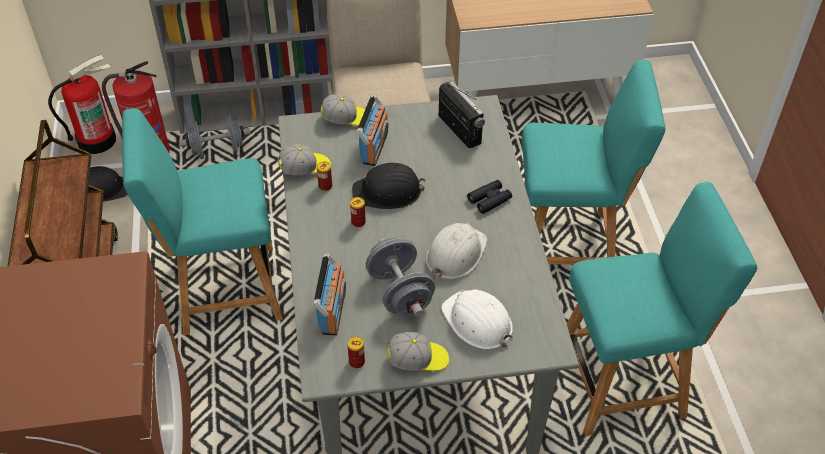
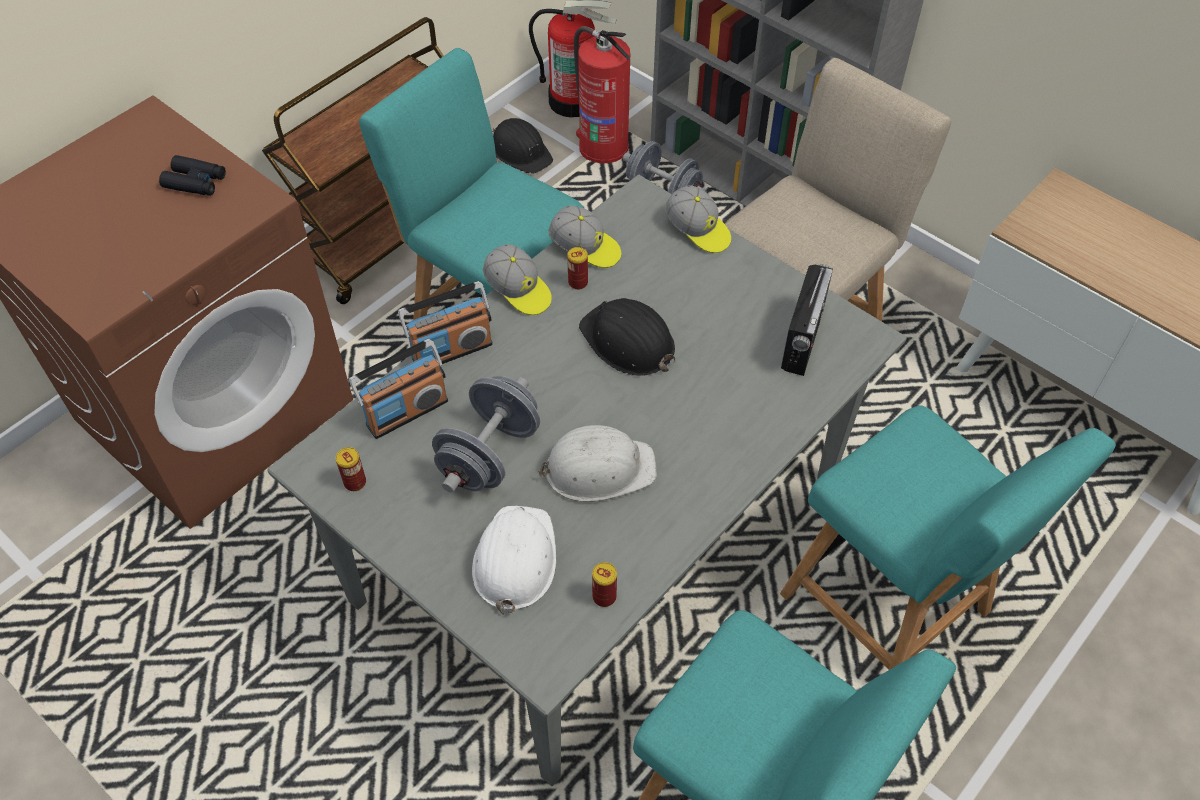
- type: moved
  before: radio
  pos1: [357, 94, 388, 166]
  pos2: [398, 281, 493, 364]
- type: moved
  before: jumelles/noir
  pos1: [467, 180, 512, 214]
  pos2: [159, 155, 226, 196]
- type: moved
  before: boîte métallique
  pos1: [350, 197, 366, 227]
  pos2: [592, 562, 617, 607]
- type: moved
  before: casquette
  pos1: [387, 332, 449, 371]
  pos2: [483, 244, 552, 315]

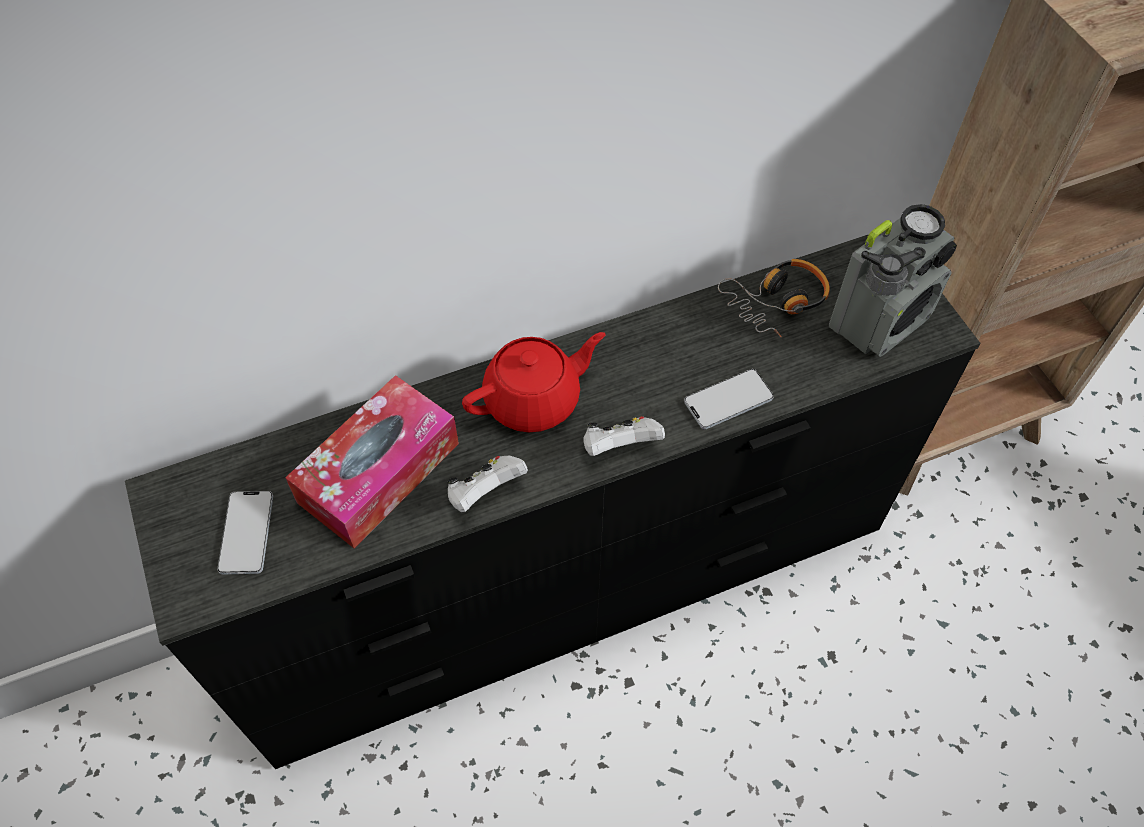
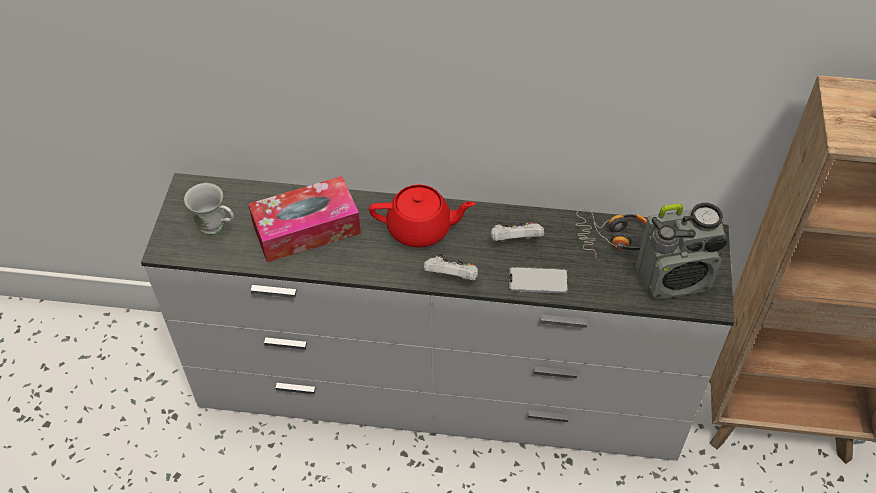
- type: recoloured
  before: commode/noir
  after: commode/blanc
  pos1: [125, 234, 981, 769]
  pos2: [141, 173, 734, 461]
- type: moved
  before: manette/blanc
  pos1: [447, 455, 528, 513]
  pos2: [491, 222, 544, 242]
- type: replaced
  before: téléphone
  after: mug/blanc
  pos1: [217, 491, 273, 574]
  pos2: [184, 183, 234, 235]

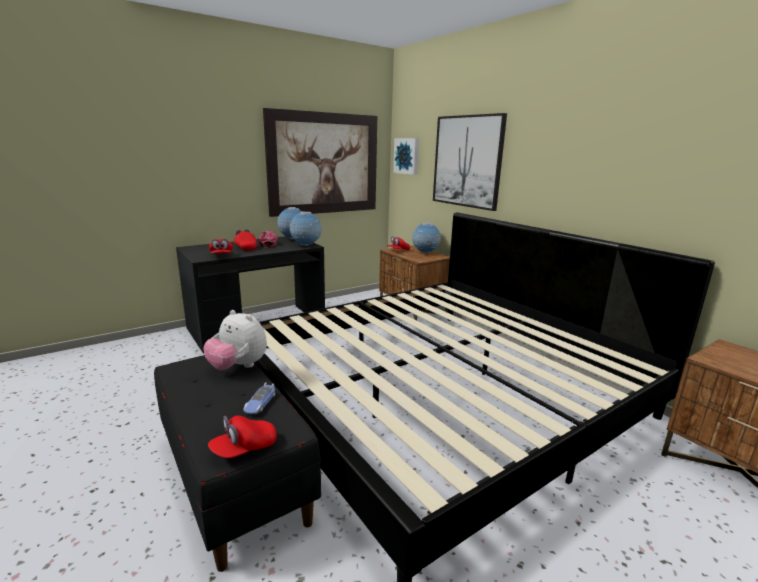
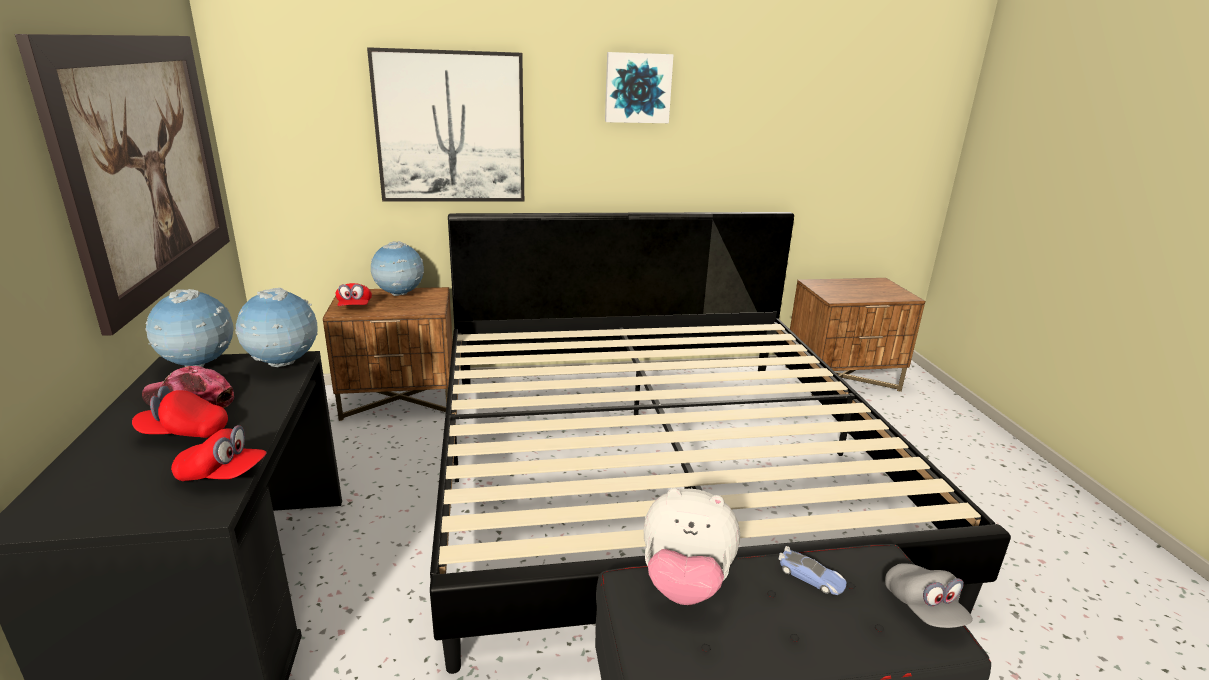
- type: moved
  before: tableau
  pos1: [393, 138, 419, 175]
  pos2: [605, 52, 674, 123]
- type: turned
  before: peluche
  pos1: [203, 310, 267, 371]
  pos2: [644, 488, 740, 605]
  turn: 45
- type: recoloured
  before: casquette/rouge
  after: casquette/gris
  pos1: [208, 415, 277, 458]
  pos2: [885, 563, 973, 628]

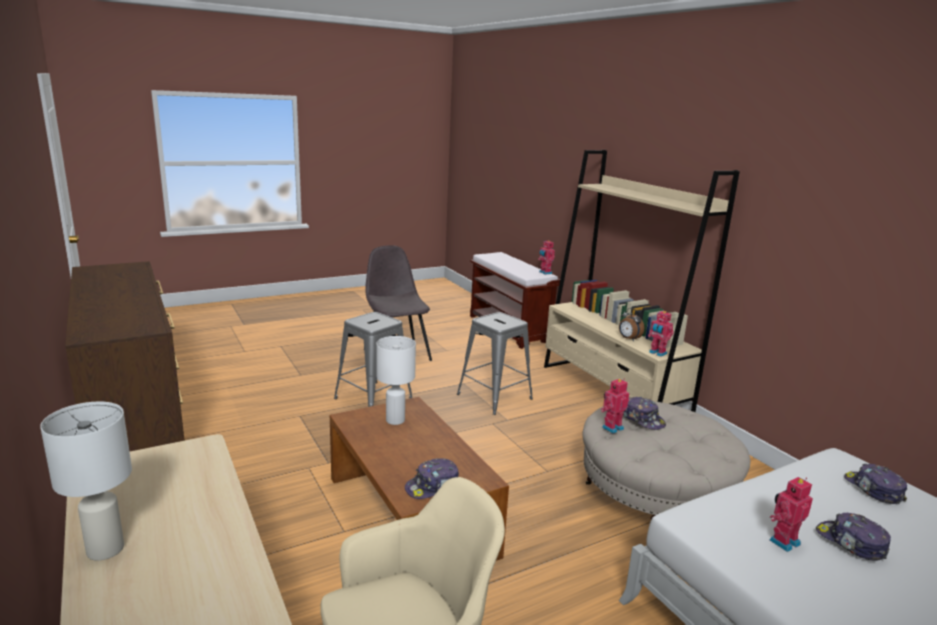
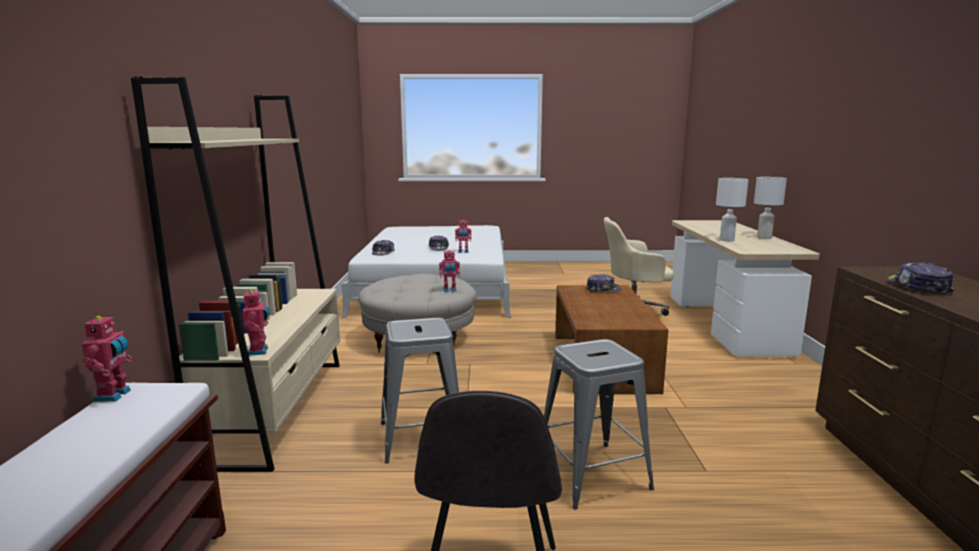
- type: removed
  before: réveil
  pos1: [619, 308, 644, 341]
- type: moved
  before: robot jouet
  pos1: [648, 310, 674, 357]
  pos2: [242, 289, 270, 356]
- type: moved
  before: lampe de table/blanc
  pos1: [377, 336, 416, 425]
  pos2: [716, 178, 749, 241]
- type: moved
  before: casquette
  pos1: [623, 397, 666, 430]
  pos2: [886, 262, 954, 294]

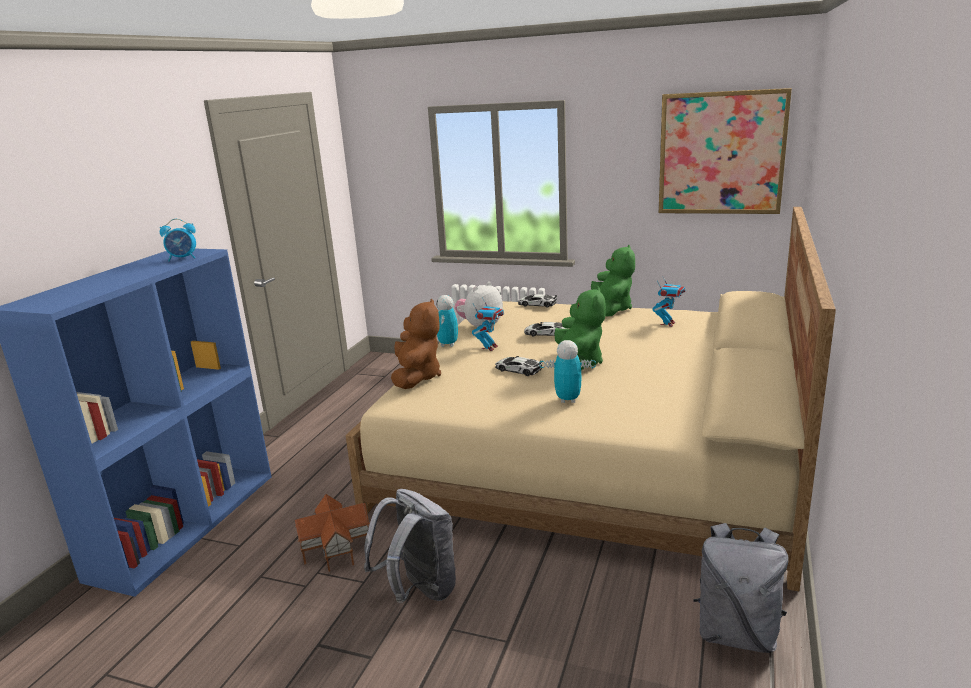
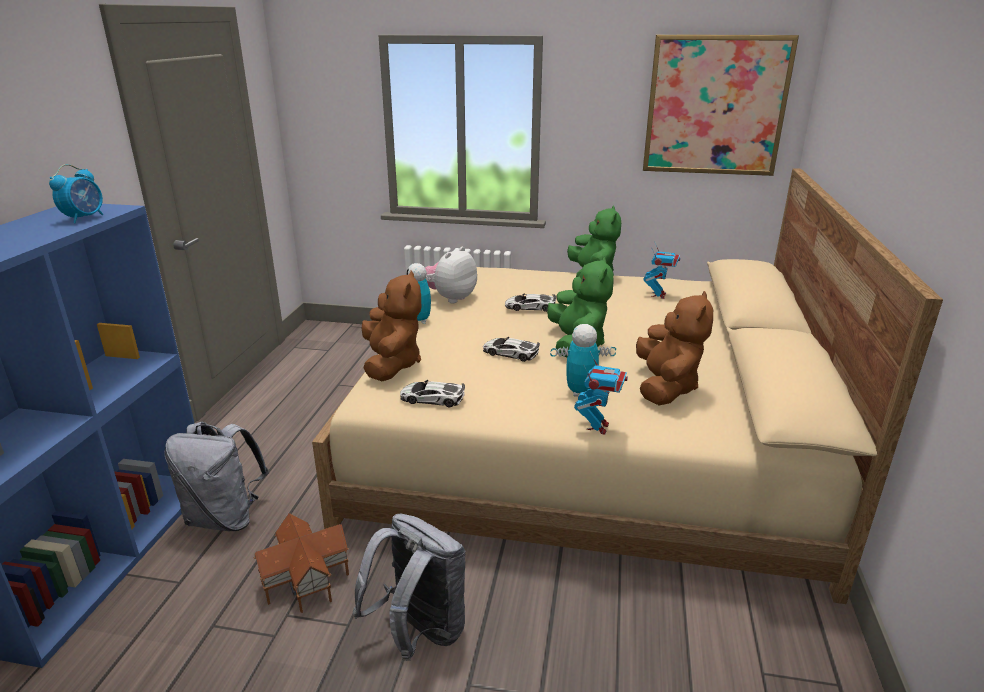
- type: turned
  before: réveil
  pos1: [160, 219, 196, 261]
  pos2: [49, 164, 103, 223]
  turn: -45
- type: moved
  before: petite voiture
  pos1: [518, 294, 557, 308]
  pos2: [400, 380, 465, 407]
- type: moved
  before: robot jouet
  pos1: [472, 297, 504, 351]
  pos2: [574, 351, 628, 434]
- type: moved
  before: sac à dos/gris
  pos1: [693, 523, 789, 653]
  pos2: [165, 422, 269, 531]
- type: added
  after: peluche/marron
  pos2: [636, 291, 713, 405]

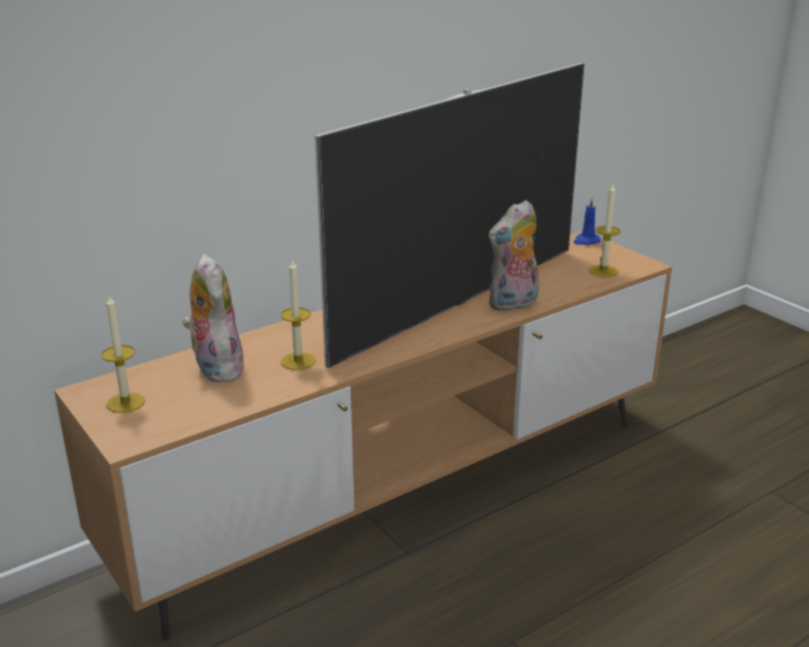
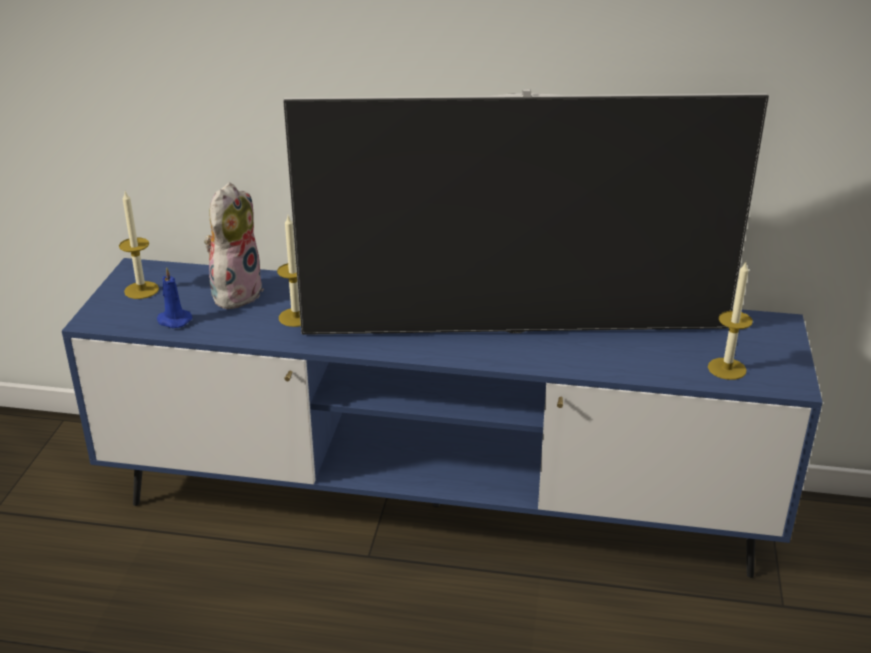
- type: moved
  before: bougie/bleu
  pos1: [574, 198, 601, 245]
  pos2: [157, 267, 192, 328]
- type: removed
  before: peluche
  pos1: [489, 200, 539, 312]
- type: recoloured
  before: meuble télé/marron
  after: meuble télé/bleu
  pos1: [54, 231, 672, 640]
  pos2: [62, 258, 823, 578]

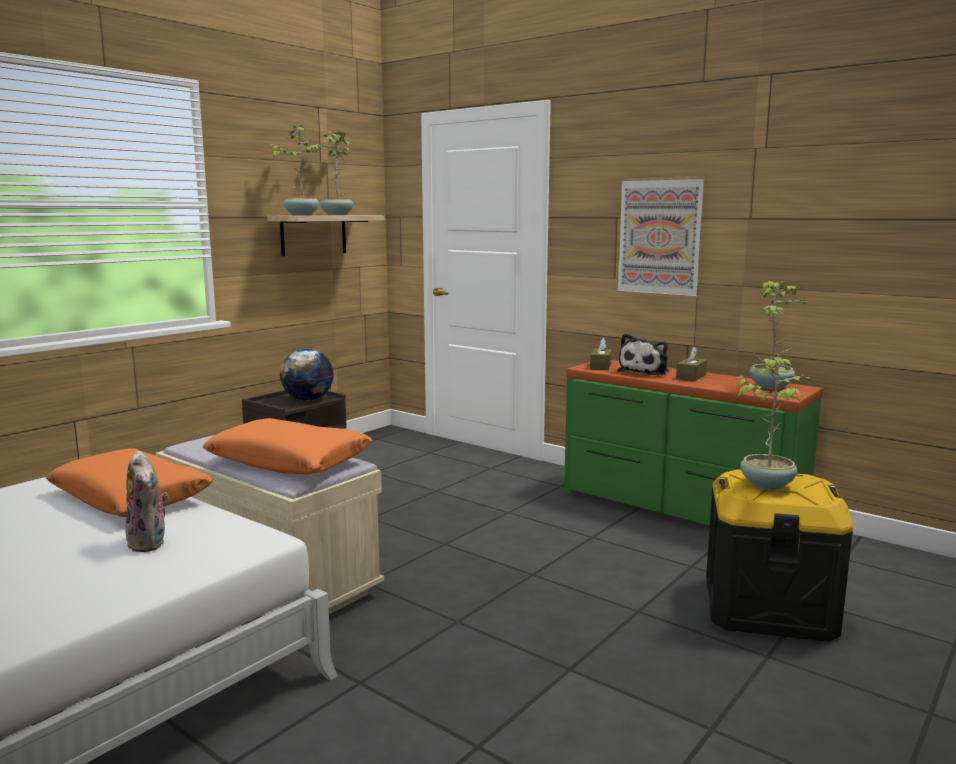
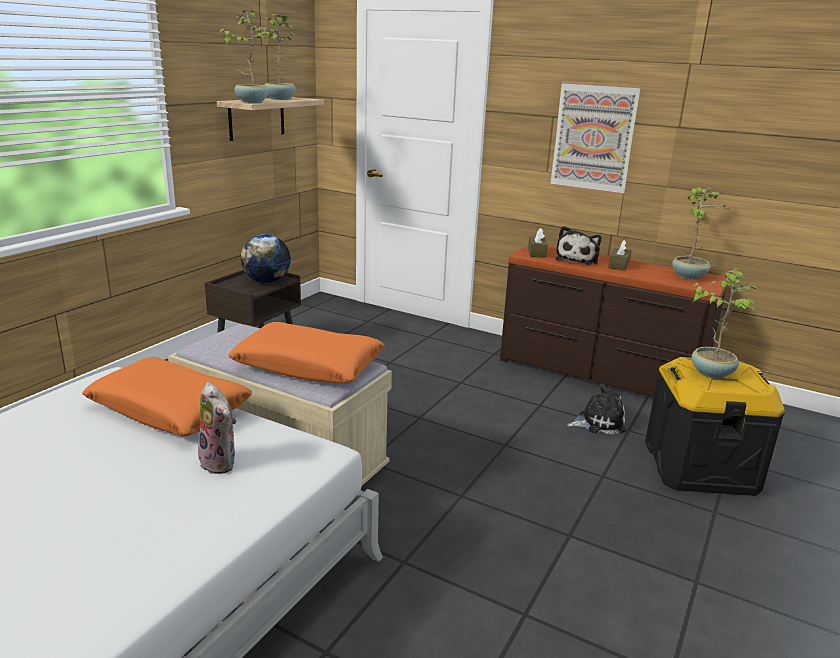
- type: recoloured
  before: commode/vert
  after: commode/marron
  pos1: [564, 360, 823, 526]
  pos2: [500, 245, 727, 397]
- type: added
  after: peluche
  pos2: [567, 385, 626, 435]

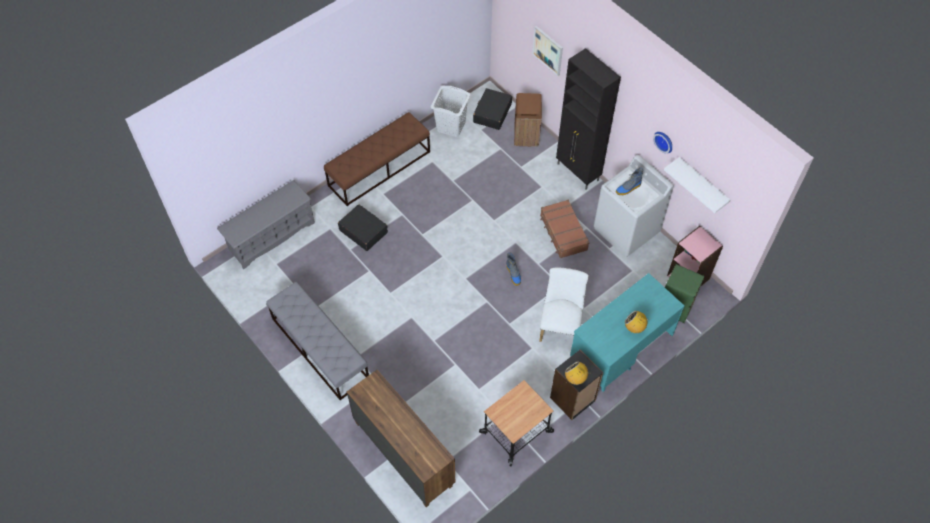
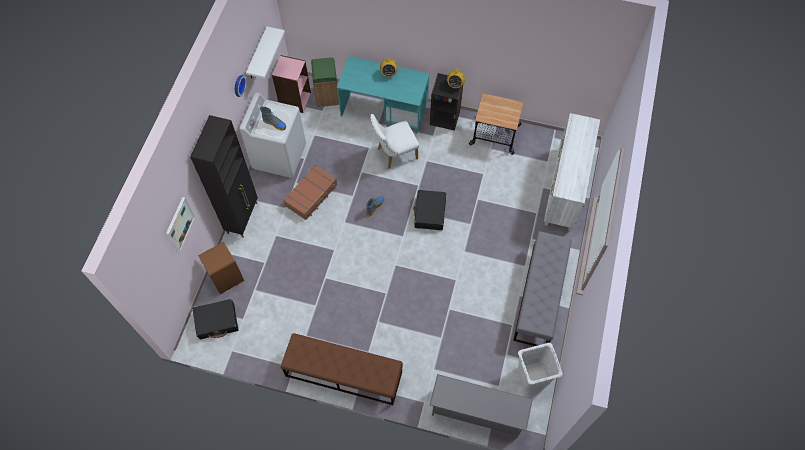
- type: moved
  before: panier à linge/blanc
  pos1: [430, 85, 471, 137]
  pos2: [518, 343, 563, 391]
- type: moved
  before: valise/noir
  pos1: [338, 204, 388, 251]
  pos2: [414, 190, 446, 230]
- type: recoloured
  before: commode/marron
  after: commode/blanc
  pos1: [347, 370, 455, 507]
  pos2: [544, 113, 600, 231]

